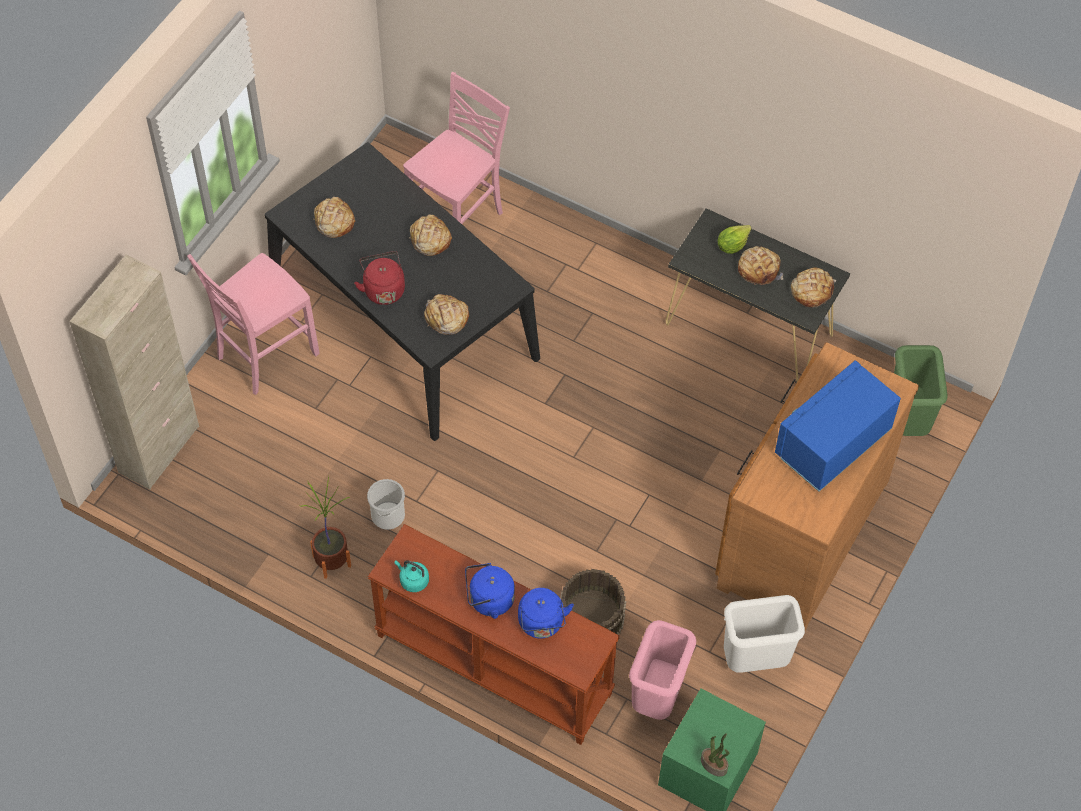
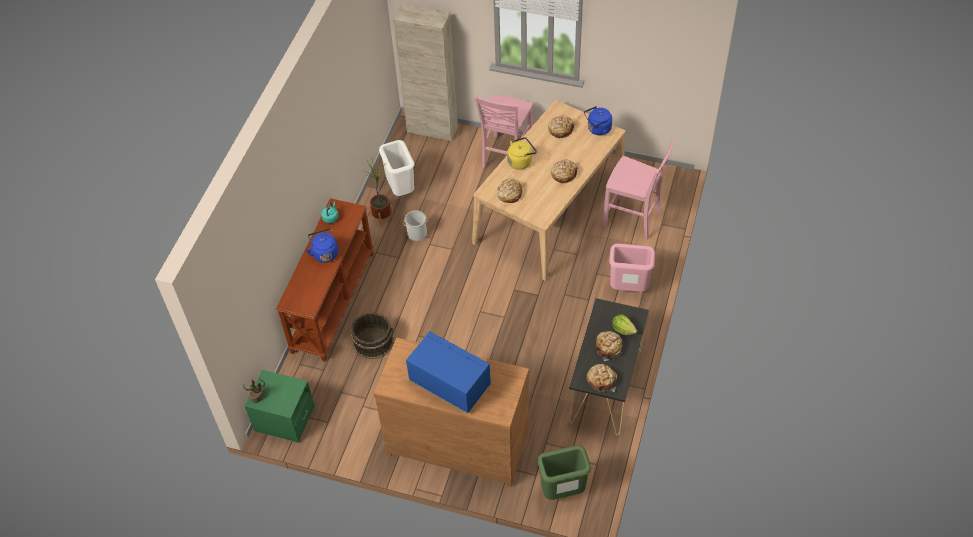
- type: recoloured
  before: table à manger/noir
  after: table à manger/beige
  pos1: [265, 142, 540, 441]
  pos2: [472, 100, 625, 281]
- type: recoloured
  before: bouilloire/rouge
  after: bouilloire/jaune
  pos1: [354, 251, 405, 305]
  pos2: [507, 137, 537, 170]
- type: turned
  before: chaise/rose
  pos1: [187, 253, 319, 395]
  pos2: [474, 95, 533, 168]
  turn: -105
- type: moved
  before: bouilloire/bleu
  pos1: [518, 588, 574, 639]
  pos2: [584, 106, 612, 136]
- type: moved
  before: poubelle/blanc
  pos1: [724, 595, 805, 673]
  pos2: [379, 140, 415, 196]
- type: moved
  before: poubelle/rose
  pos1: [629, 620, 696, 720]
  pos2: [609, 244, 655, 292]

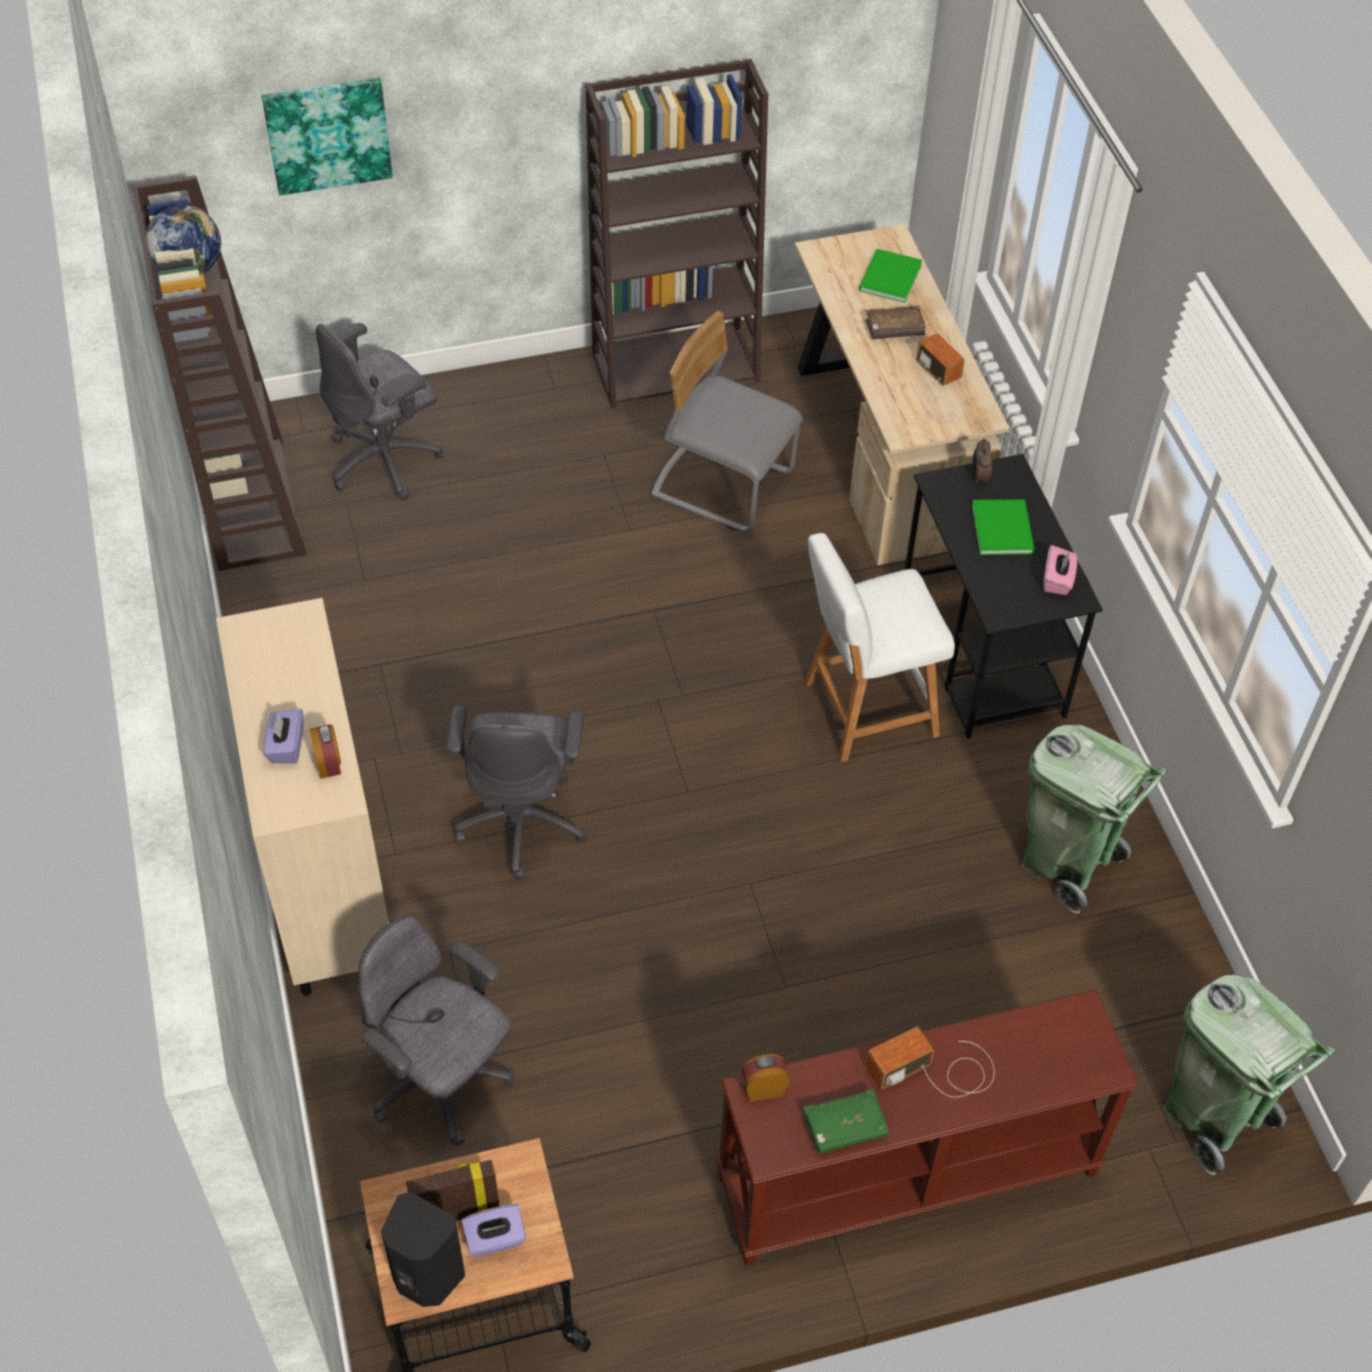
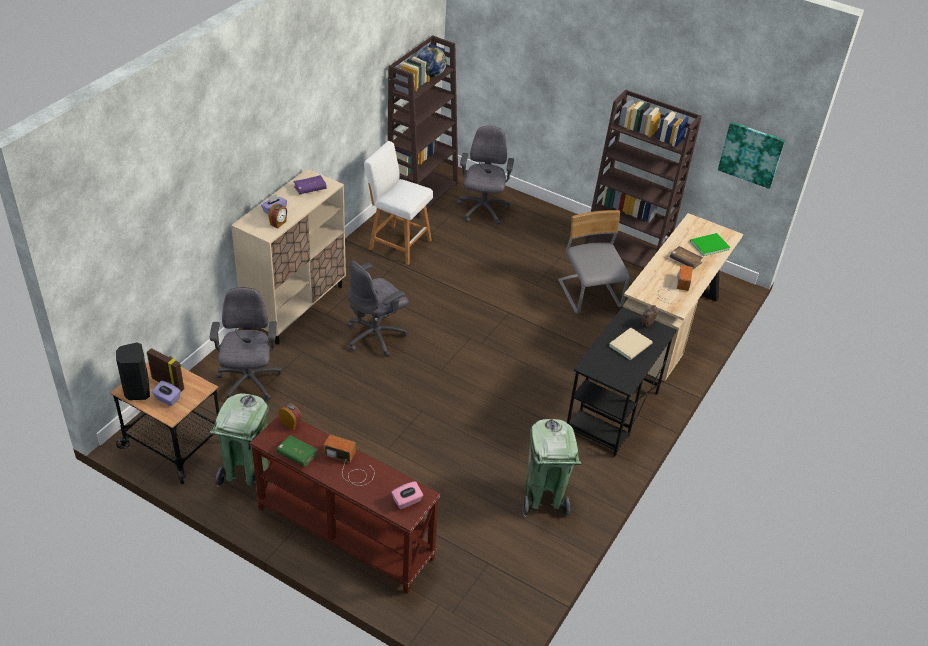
- type: moved
  before: tableau
  pos1: [262, 78, 393, 195]
  pos2: [718, 122, 785, 189]
- type: turned
  before: chaise de bureau/gris
  pos1: [316, 323, 443, 500]
  pos2: [457, 126, 514, 225]
  turn: 90
- type: recoloured
  before: livre/vert
  after: livre/beige
  pos1: [972, 499, 1035, 555]
  pos2: [609, 328, 653, 360]
- type: moved
  before: tabouret/blanc
  pos1: [805, 533, 955, 762]
  pos2: [364, 141, 433, 265]
- type: moved
  before: boîte à mouchoirs/rose
  pos1: [1044, 545, 1078, 595]
  pos2: [391, 481, 423, 509]
- type: moved
  before: poubelle/vert
  pos1: [1164, 974, 1336, 1175]
  pos2: [210, 393, 269, 492]
- type: added
  after: livre/violet
  pos2: [293, 175, 327, 194]

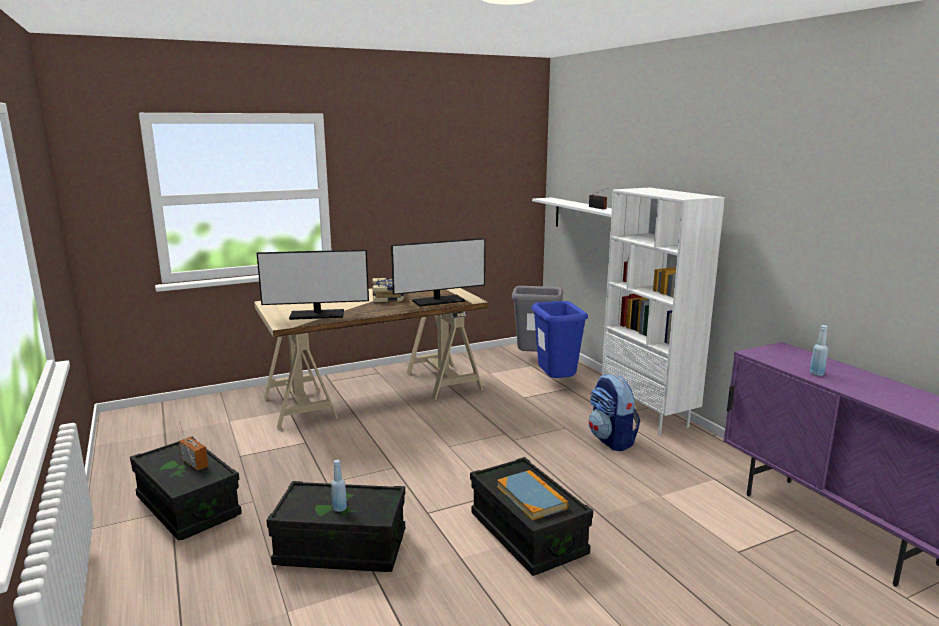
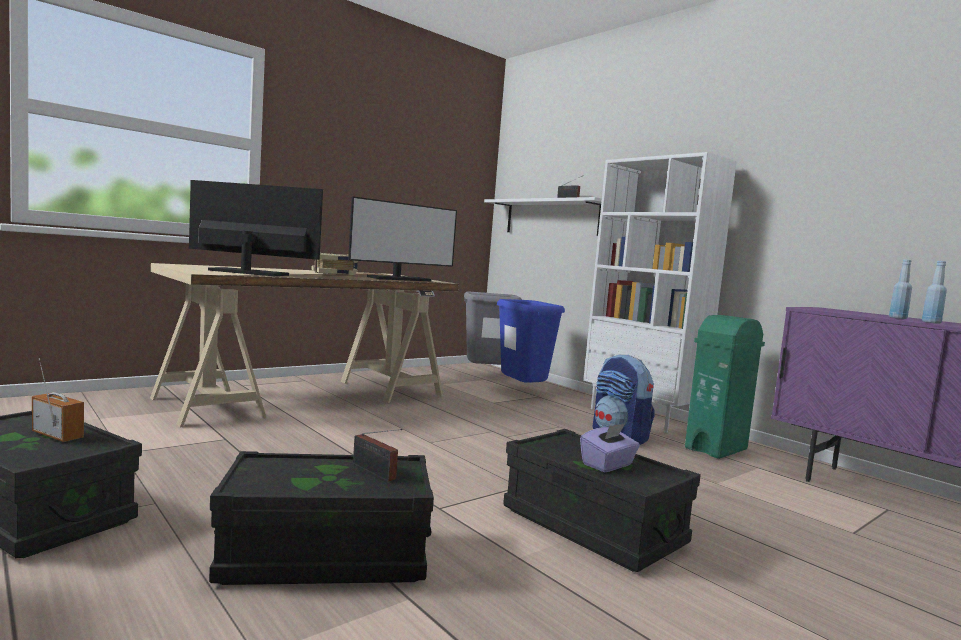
- type: turned
  before: écran d'ordinateur
  pos1: [257, 250, 369, 320]
  pos2: [189, 180, 323, 276]
  turn: -150
- type: moved
  before: bouteille/bleu
  pos1: [331, 460, 347, 512]
  pos2: [922, 261, 947, 324]
- type: replaced
  before: livre
  after: boîte à mouchoirs/violet
  pos1: [497, 470, 568, 521]
  pos2: [580, 423, 640, 472]
- type: added
  after: poubelle/vert
  pos2: [685, 315, 765, 459]
- type: added
  after: radio
  pos2: [353, 429, 403, 482]

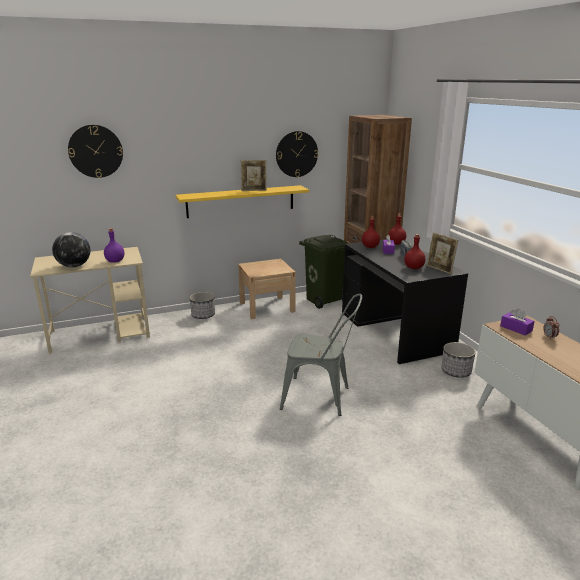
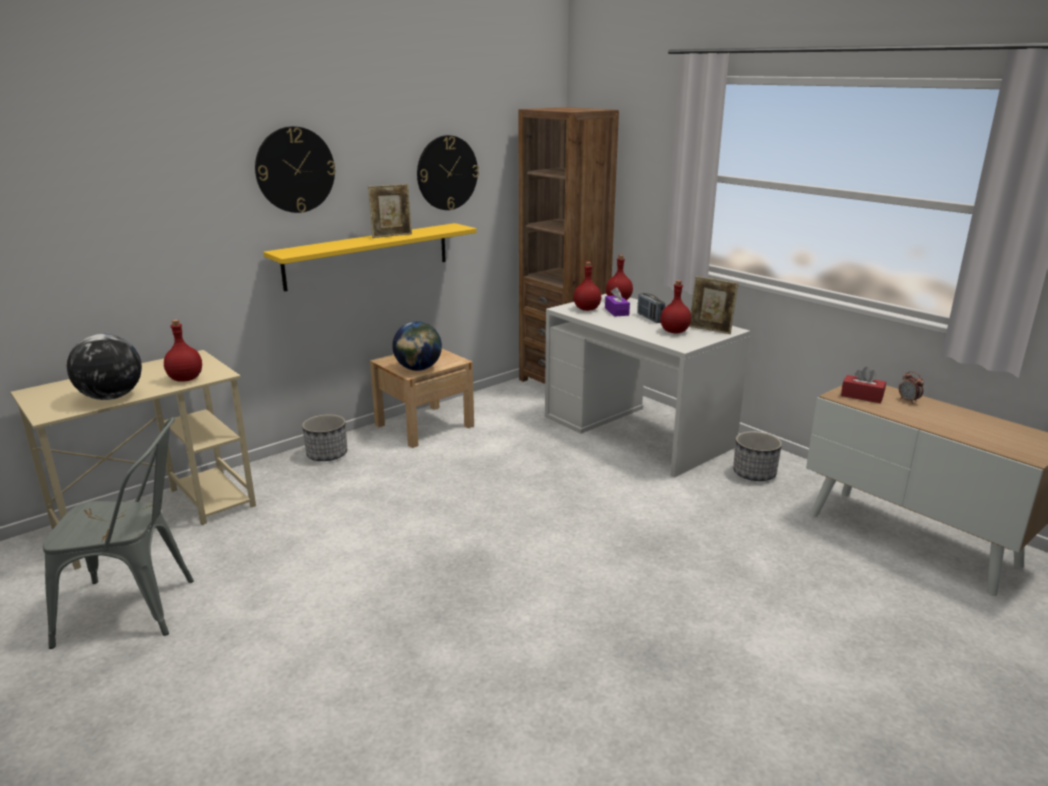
- type: moved
  before: horloge murale
  pos1: [68, 125, 123, 178]
  pos2: [255, 126, 336, 213]
- type: recoloured
  before: bouteille/violet
  after: bouteille/rouge
  pos1: [104, 228, 125, 263]
  pos2: [164, 319, 202, 382]
- type: removed
  before: poubelle/vert
  pos1: [299, 235, 349, 309]
- type: recoloured
  before: bureau/noir
  after: bureau/blanc
  pos1: [342, 239, 468, 364]
  pos2: [545, 294, 750, 478]
- type: moved
  before: chaise/gris
  pos1: [280, 294, 362, 416]
  pos2: [43, 417, 194, 649]
- type: recoloured
  before: boîte à mouchoirs/violet
  after: boîte à mouchoirs/rouge
  pos1: [500, 308, 535, 336]
  pos2: [841, 367, 886, 403]
- type: added
  after: globe
  pos2: [392, 321, 442, 371]

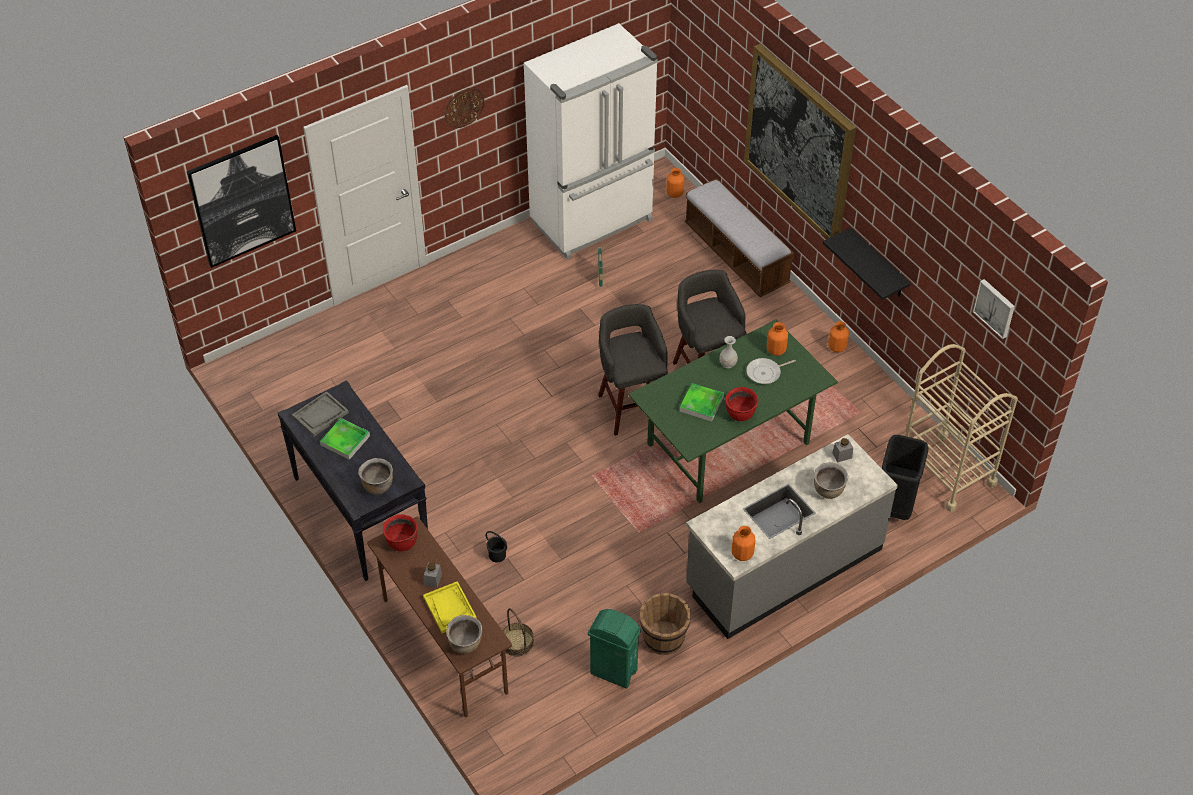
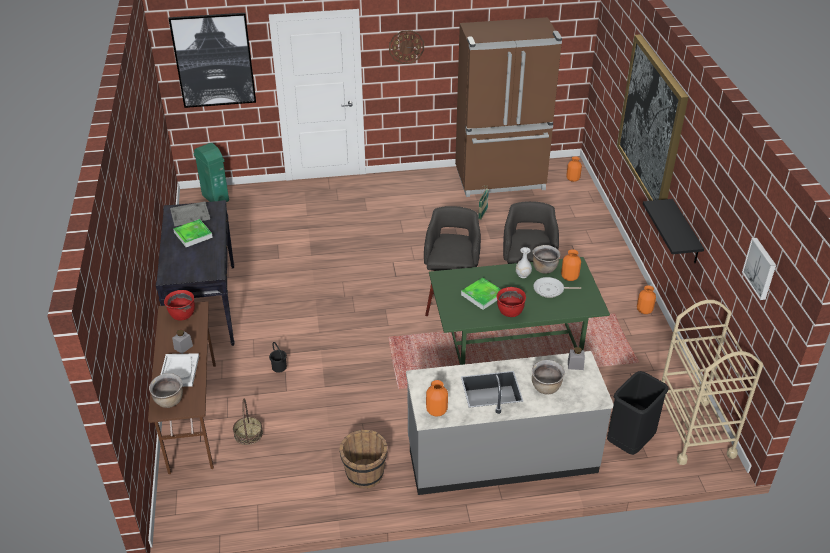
- type: recoloured
  before: réfrigérateur/blanc
  after: réfrigérateur/marron
  pos1: [524, 23, 658, 260]
  pos2: [455, 17, 562, 197]
- type: removed
  before: banc
  pos1: [685, 178, 794, 297]
- type: moved
  before: marmite/marron
  pos1: [358, 458, 393, 495]
  pos2: [533, 245, 560, 274]
- type: recoloured
  before: plateau/jaune
  after: plateau/blanc
  pos1: [423, 581, 477, 633]
  pos2: [160, 353, 199, 387]
- type: moved
  before: poubelle/vert
  pos1: [588, 609, 641, 689]
  pos2: [194, 143, 229, 202]

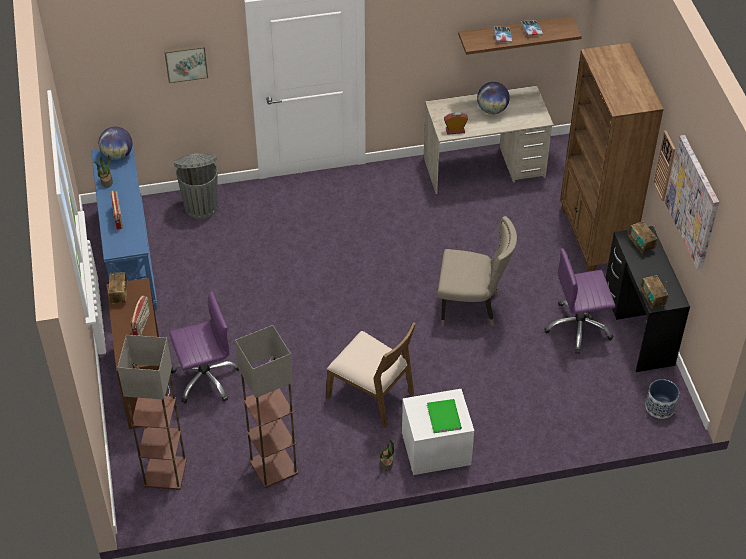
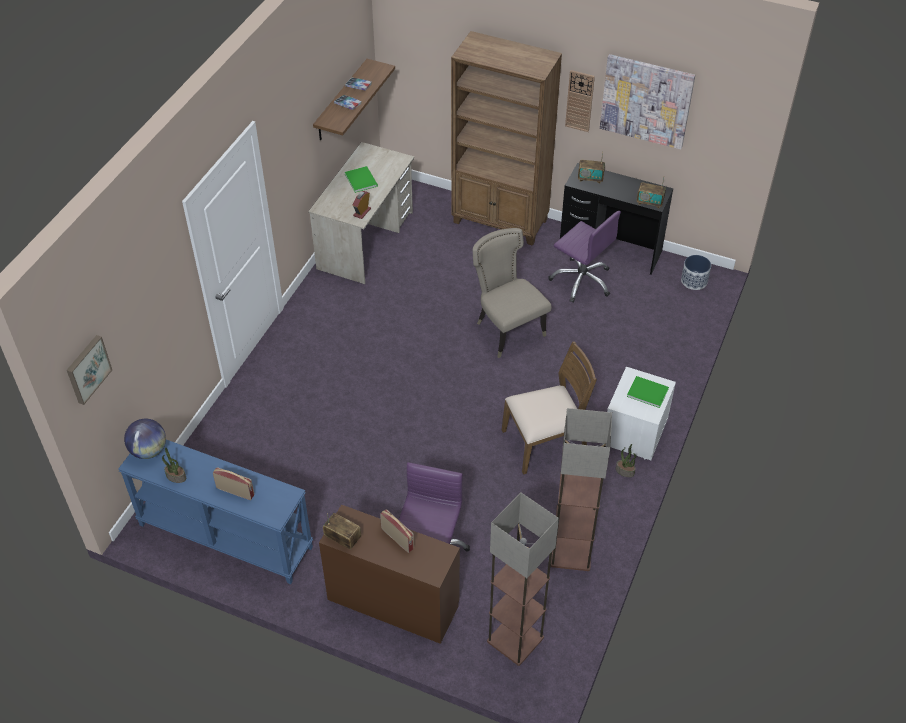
- type: moved
  before: tableau
  pos1: [164, 44, 208, 83]
  pos2: [67, 335, 112, 405]
- type: replaced
  before: globe
  after: livre/vert
  pos1: [477, 82, 510, 114]
  pos2: [345, 166, 378, 193]
- type: removed
  before: poubelle/gris
  pos1: [174, 153, 218, 219]
- type: turned
  before: chaise/beige
  pos1: [437, 216, 517, 326]
  pos2: [473, 228, 552, 358]
  turn: -75
- type: turned
  before: chaise de bureau/violet
  pos1: [544, 248, 616, 354]
  pos2: [548, 211, 621, 303]
  turn: -75

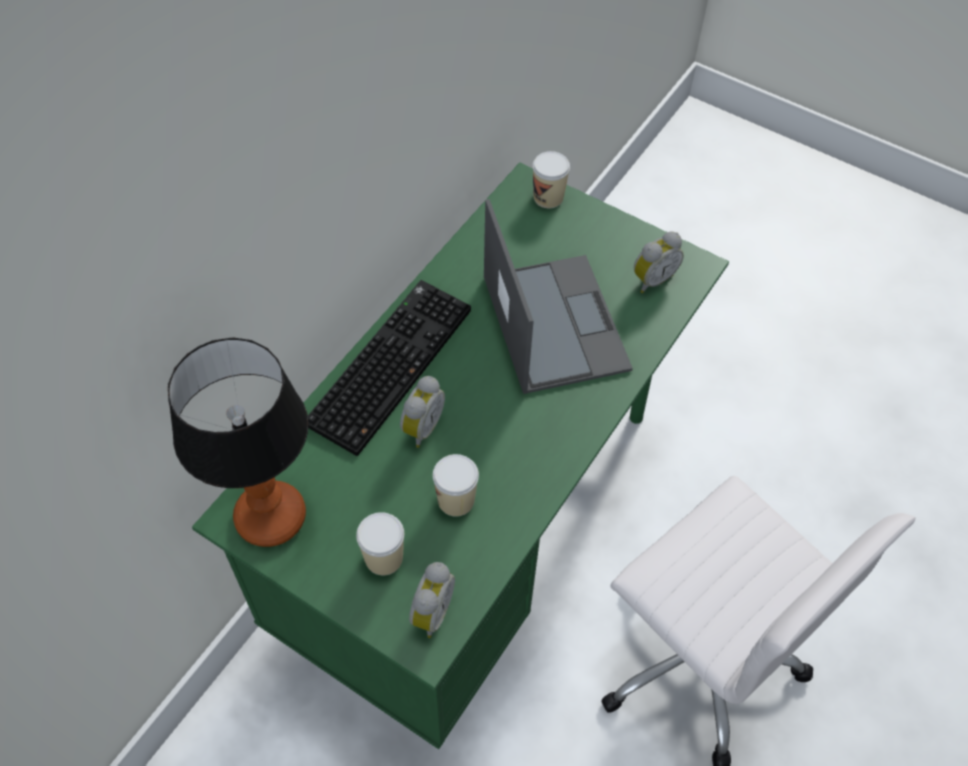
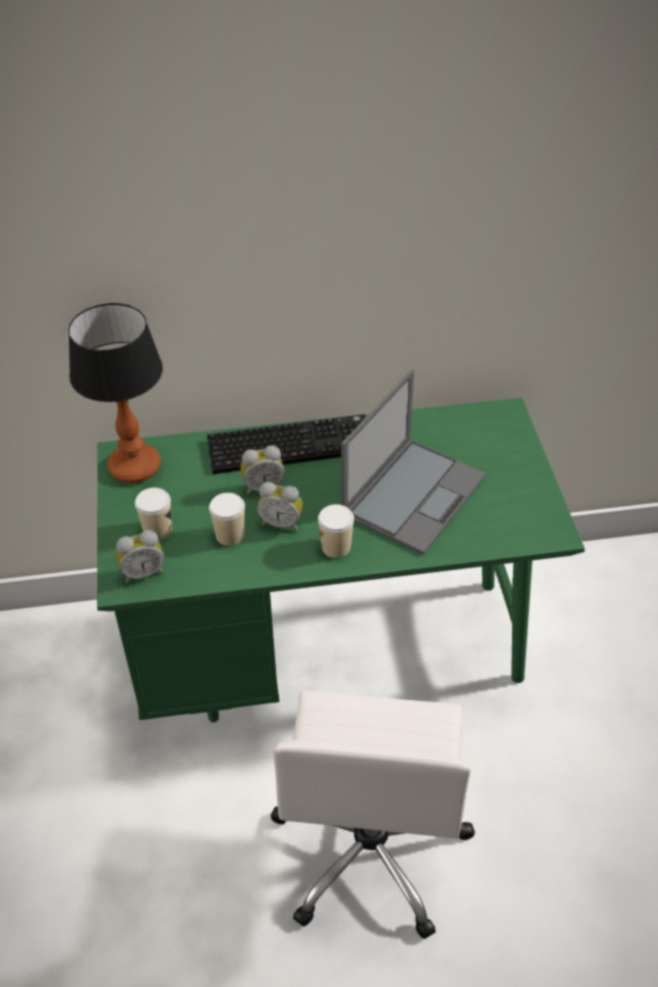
- type: moved
  before: tasse
  pos1: [532, 151, 570, 208]
  pos2: [318, 504, 354, 558]
- type: moved
  before: réveil
  pos1: [634, 232, 684, 293]
  pos2: [257, 482, 303, 532]

